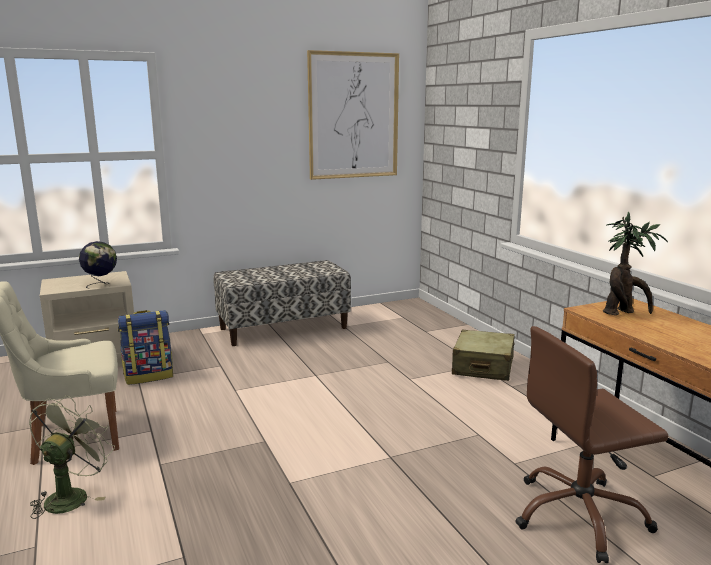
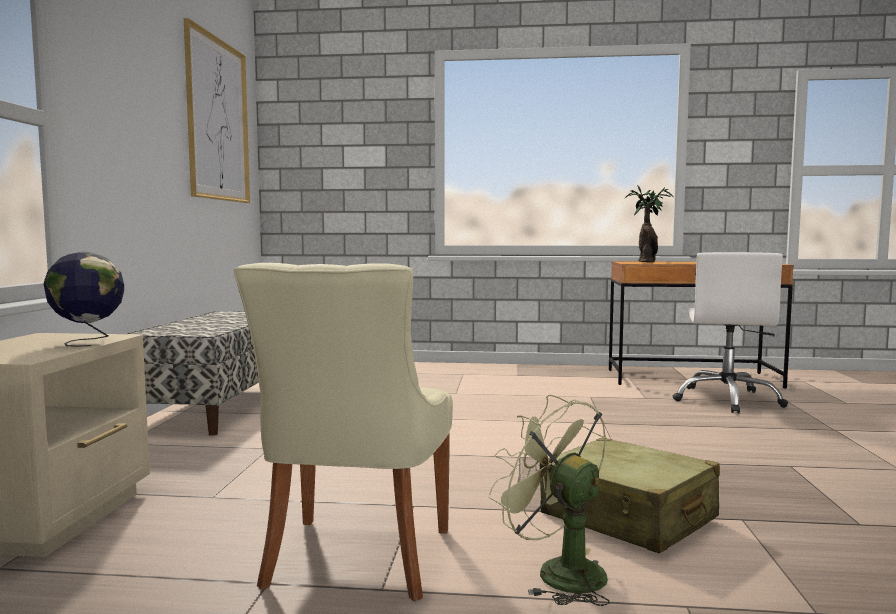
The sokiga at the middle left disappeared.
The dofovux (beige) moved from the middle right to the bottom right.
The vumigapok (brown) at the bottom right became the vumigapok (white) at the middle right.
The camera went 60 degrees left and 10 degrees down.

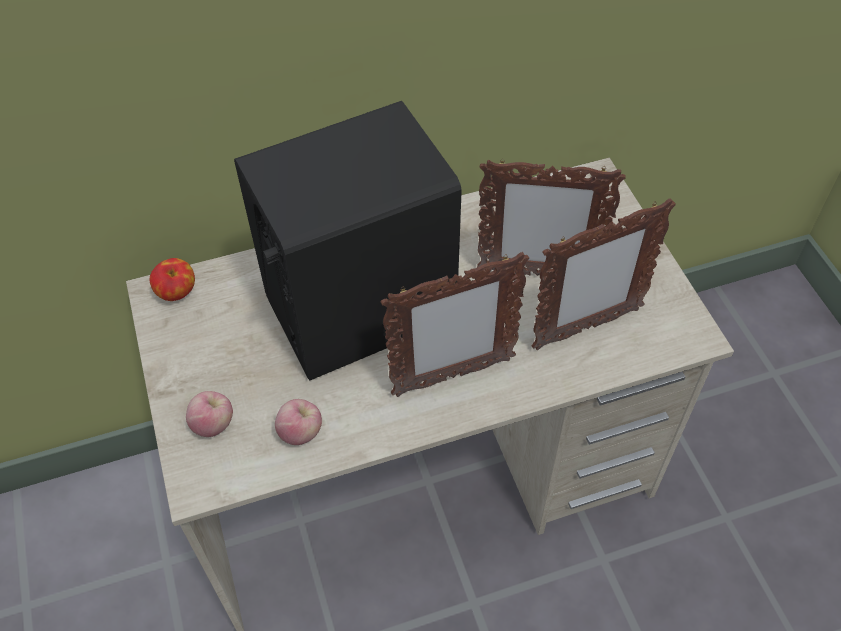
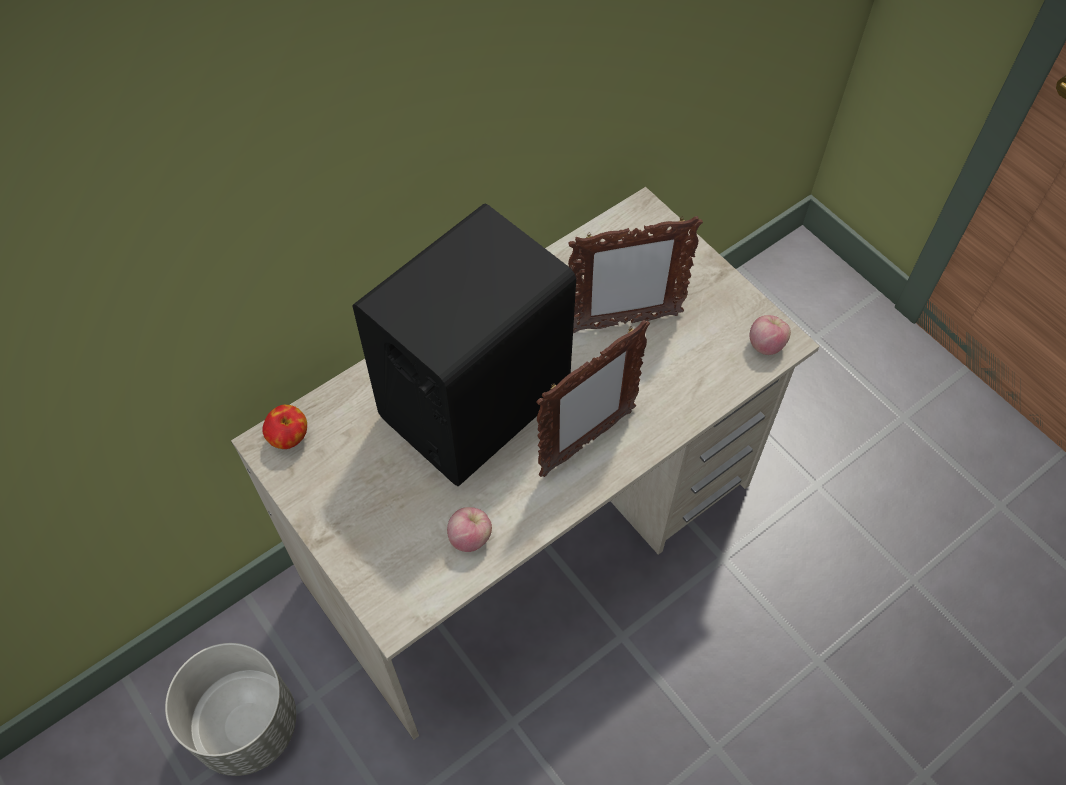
The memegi (no. 2 from left in the first image) moved from the middle left to the middle right.
The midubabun (no. 3 from left) at the middle right disappeared.
The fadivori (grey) at the bottom left appeared.
The camera went 20 degrees left and 5 degrees up.

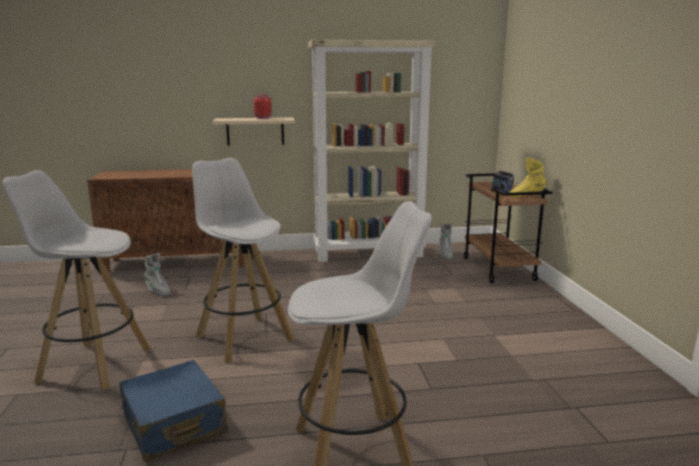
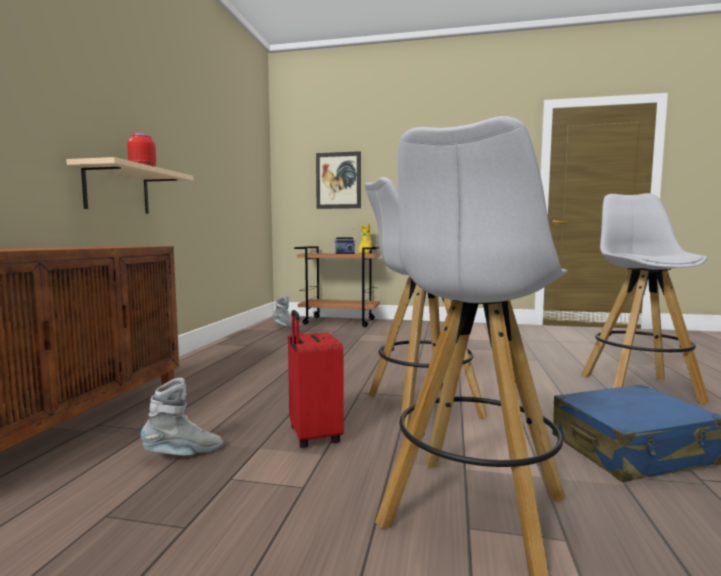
The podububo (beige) at the top centre disappeared.
The dofovux (red) at the centre appeared.
The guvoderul at the top centre appeared.
The camera went 70 degrees left and 10 degrees down.

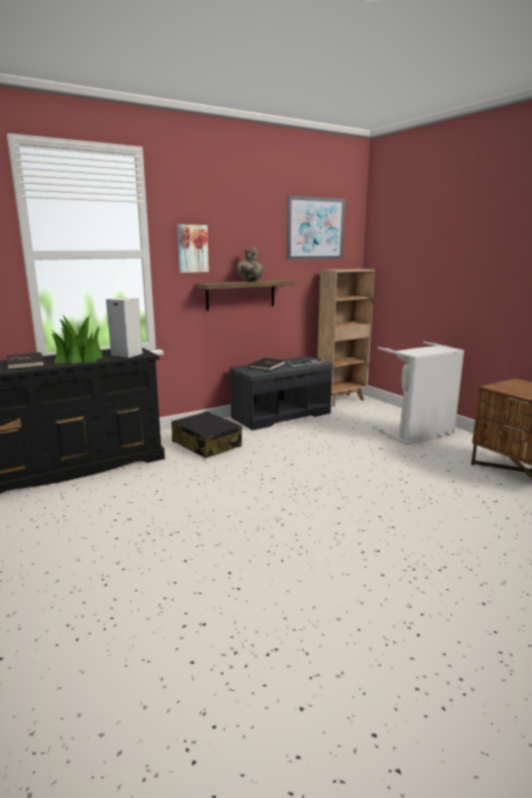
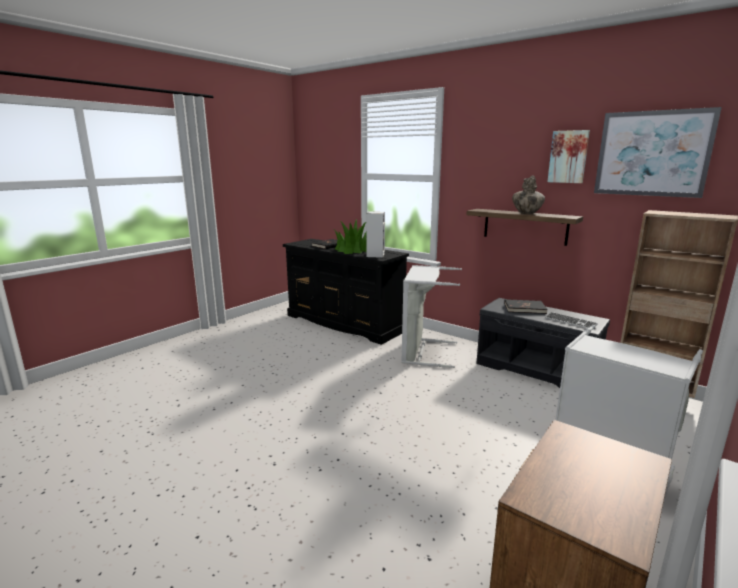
The dofovux (black) at the centre was replaced by the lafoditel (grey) (no. 1 from left) at the centre.
The guvoderul (no. 1 from left) moved from the top centre to the top right.
The camera went 70 degrees right and 0 degrees up.

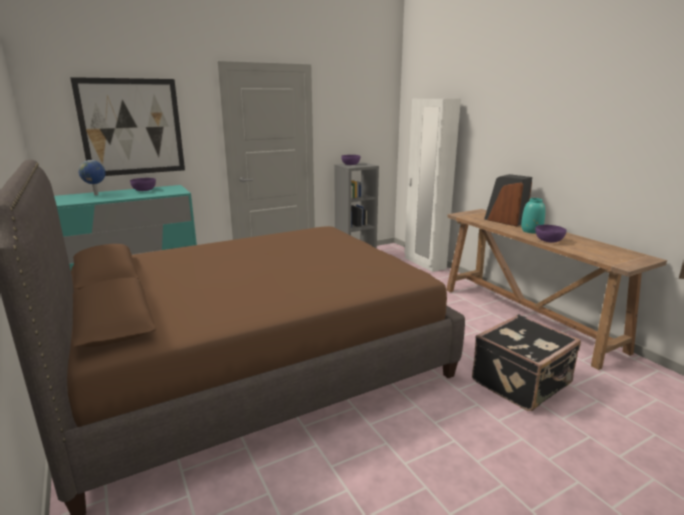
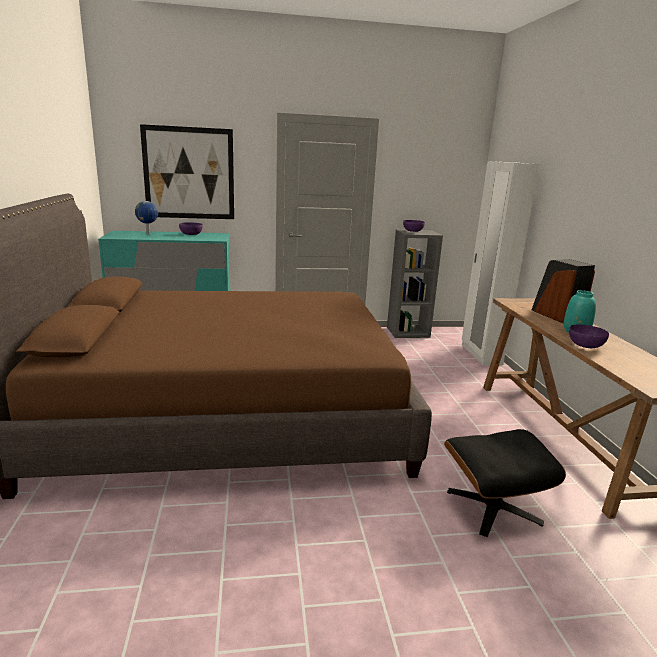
The dofovux (black) at the bottom right was replaced by the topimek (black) at the bottom right.
The camera went 20 degrees right and 0 degrees up.

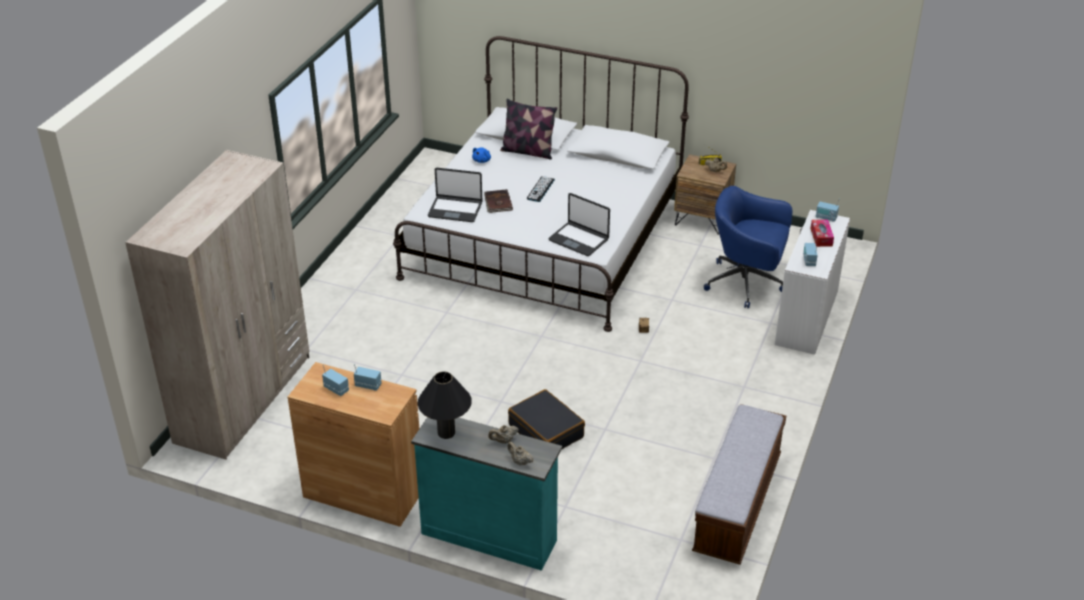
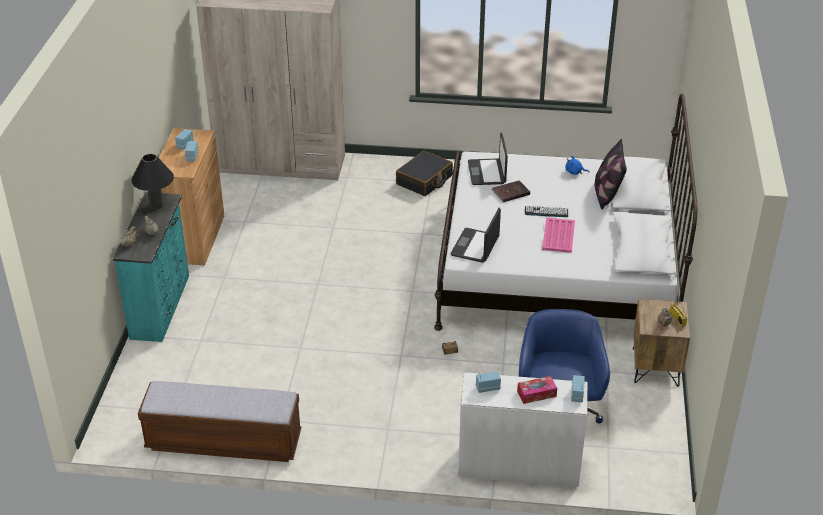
The dofovux (black) moved from the bottom centre to the centre.
The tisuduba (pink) at the middle right appeared.
The camera went 75 degrees right and 0 degrees up.

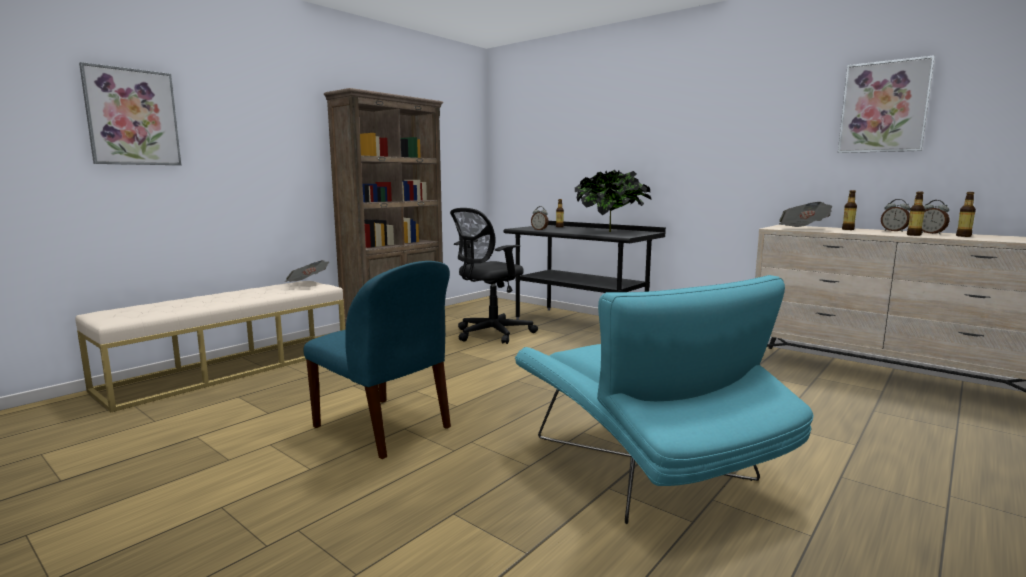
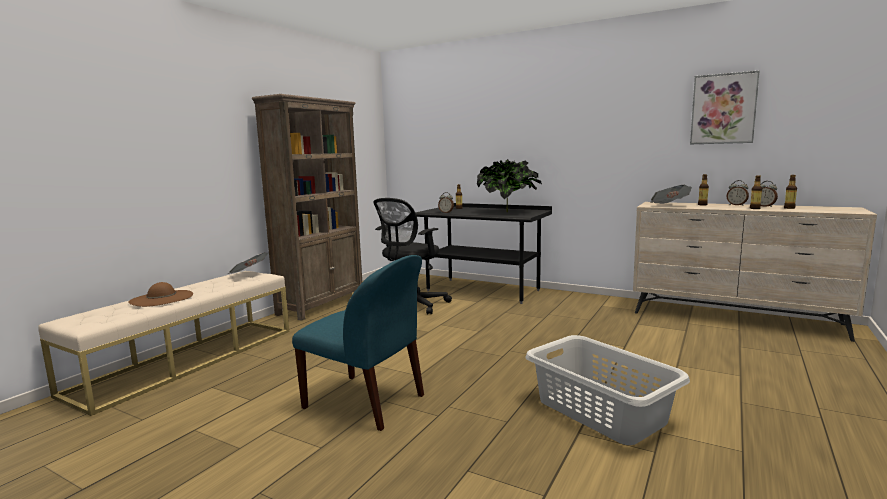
The guvoderul (no. 1 from left) at the top left disappeared.
The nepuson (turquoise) at the bottom centre was replaced by the lafoditel (grey) at the bottom right.
The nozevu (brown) at the middle left appeared.
The camera went 10 degrees left and 0 degrees up.

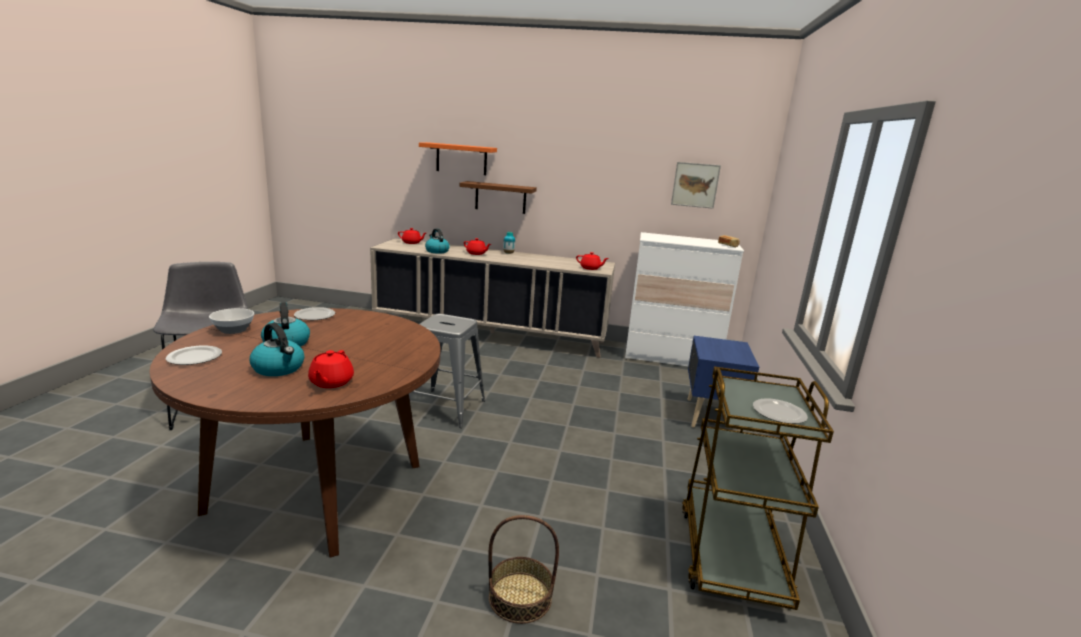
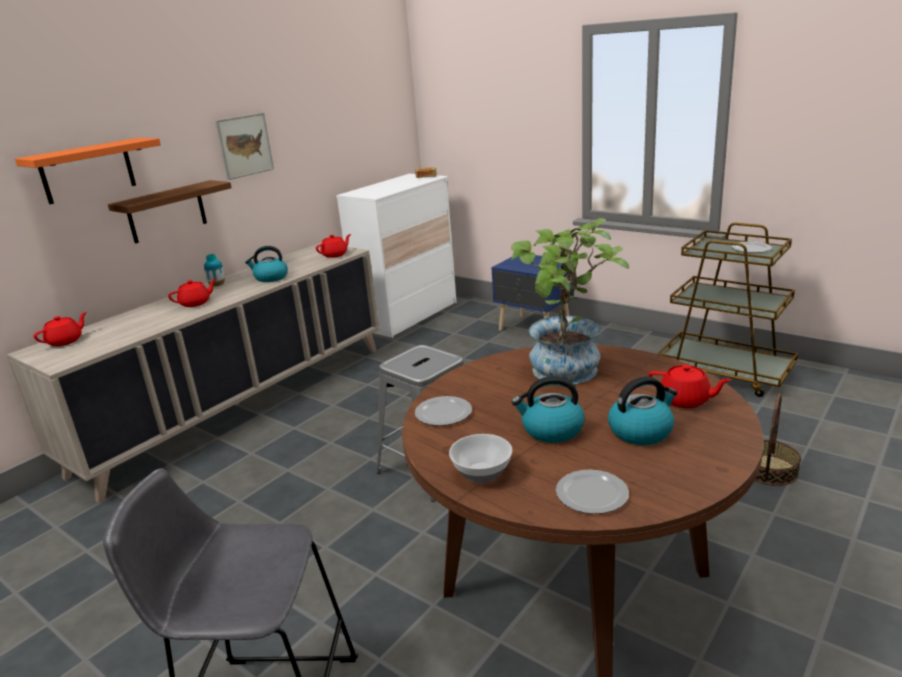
The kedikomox (no. 3 from left in the first image) moved from the centre to the middle left.
The guvoderul moved from the top centre to the top left.
The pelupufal at the centre appeared.
The camera went 60 degrees left and 5 degrees up.

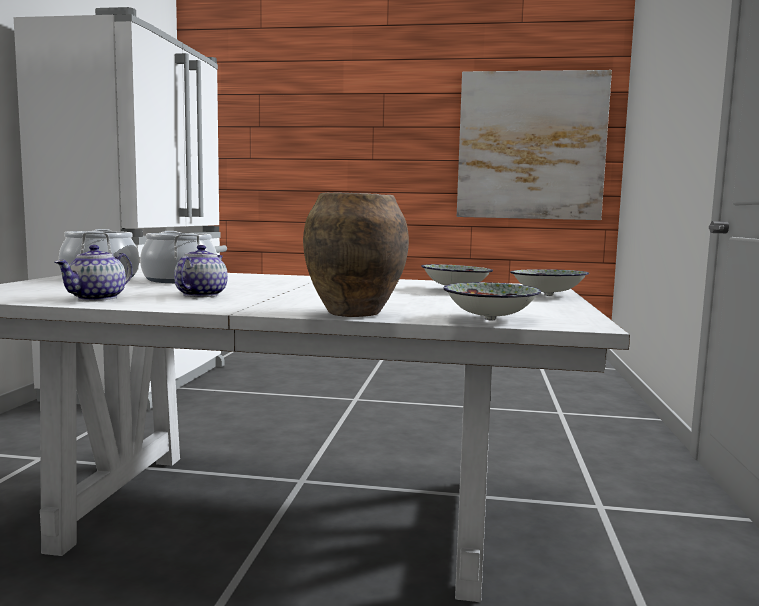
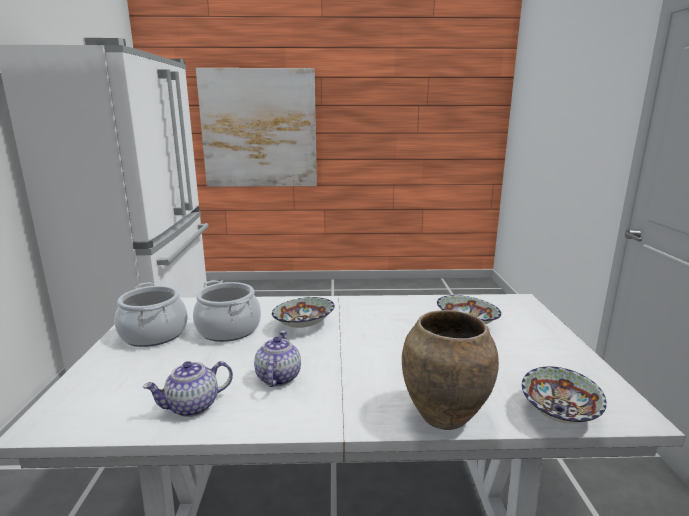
The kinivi (no. 1 from left) at the middle left turned 45 degrees clockwise.
The guvoderul moved from the top right to the top centre.
The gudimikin (no. 3 from left in the first image) moved from the middle right to the centre.
The camera went 10 degrees left and 10 degrees up.

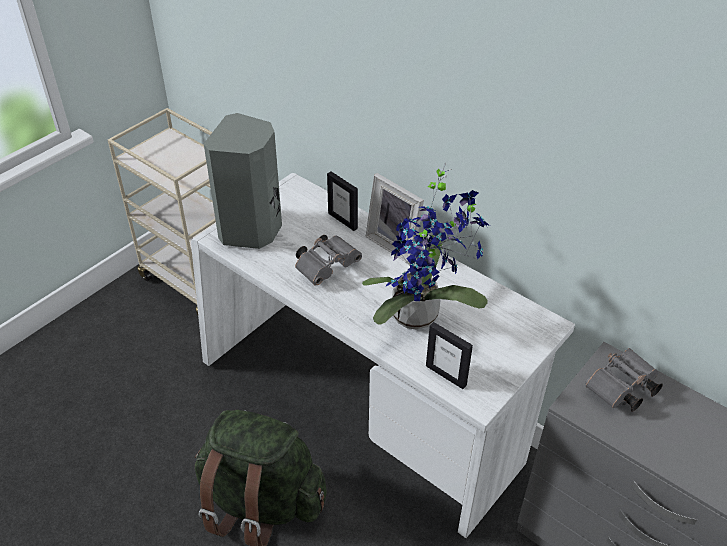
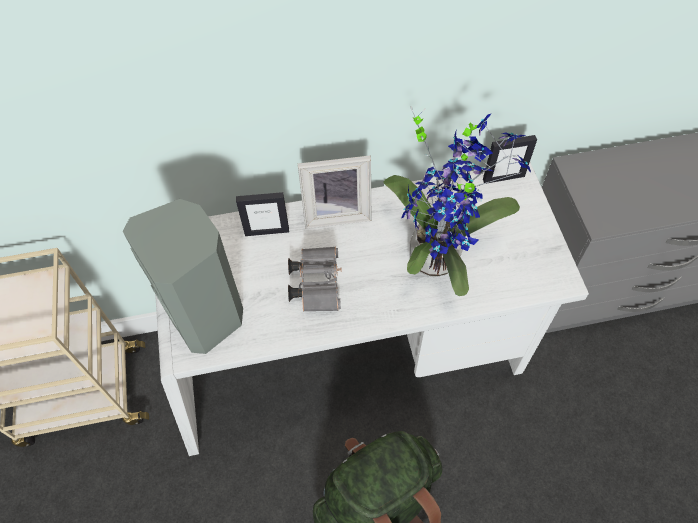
The midubabun (no. 3 from left) moved from the centre to the top right.
The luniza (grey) (no. 2 from left) at the bottom right disappeared.
The camera went 50 degrees left and 15 degrees up.

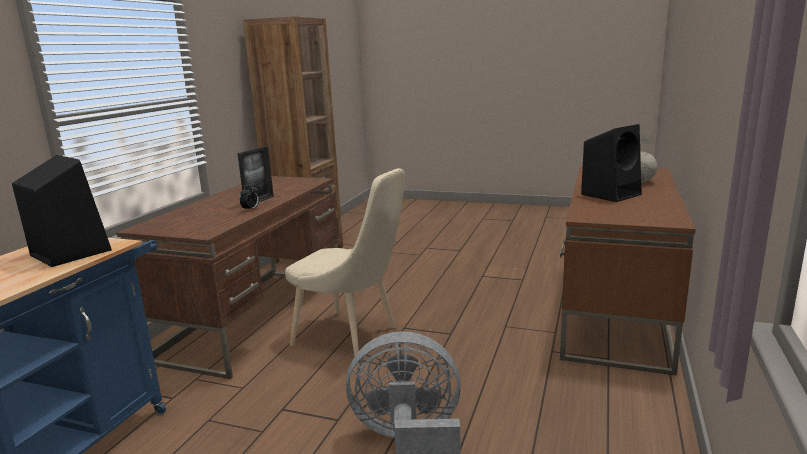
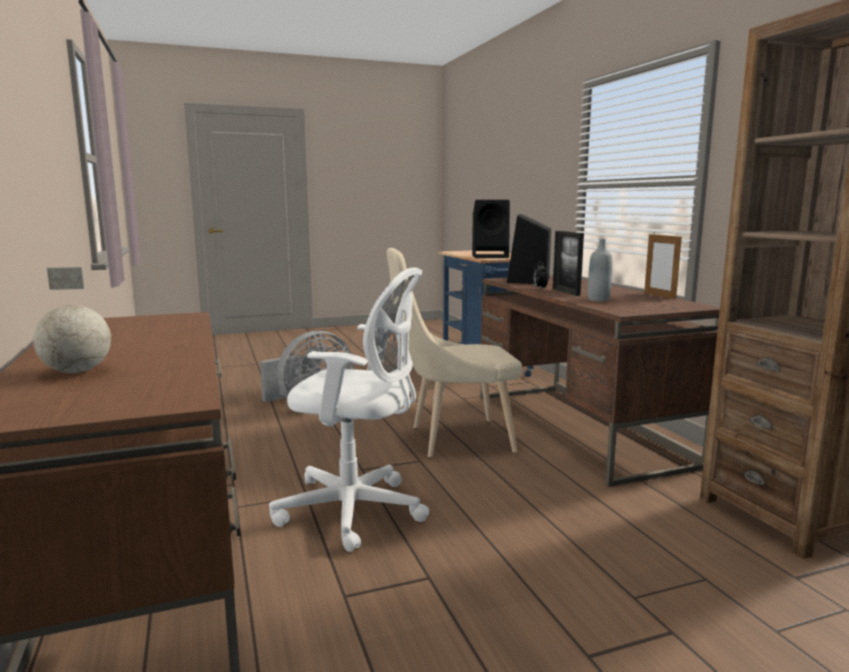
The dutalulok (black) (no. 2 from left) moved from the middle right to the centre.
The vumigapok (white) at the centre appeared.
The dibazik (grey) at the middle right appeared.
The midubabun (no. 2 from left) at the middle right appeared.
The camera went 140 degrees right and 5 degrees down.

